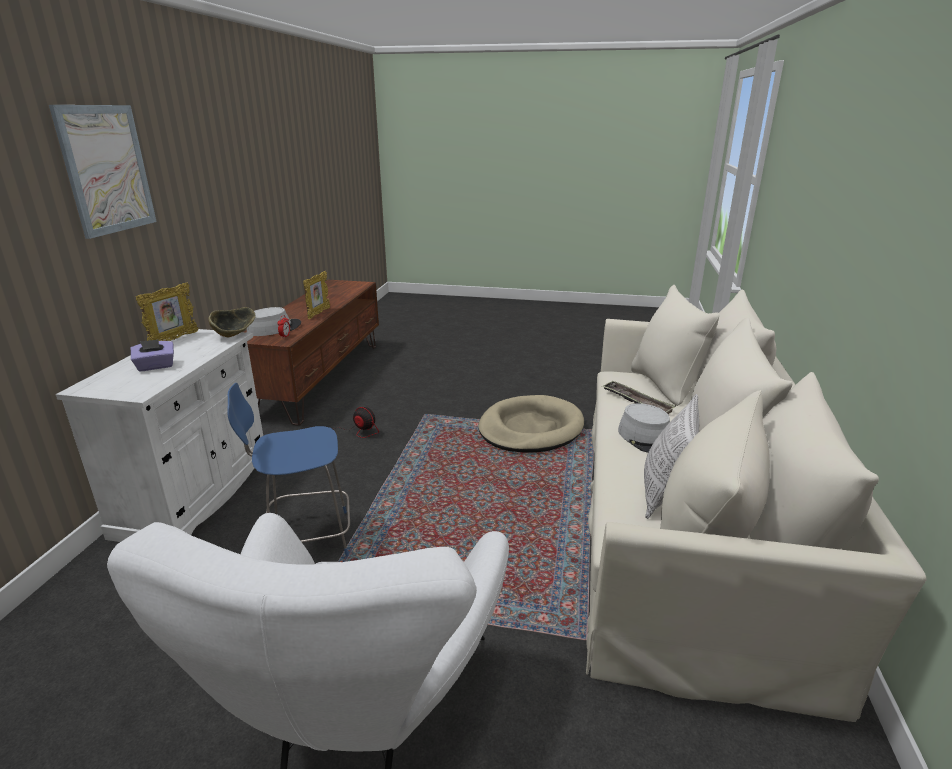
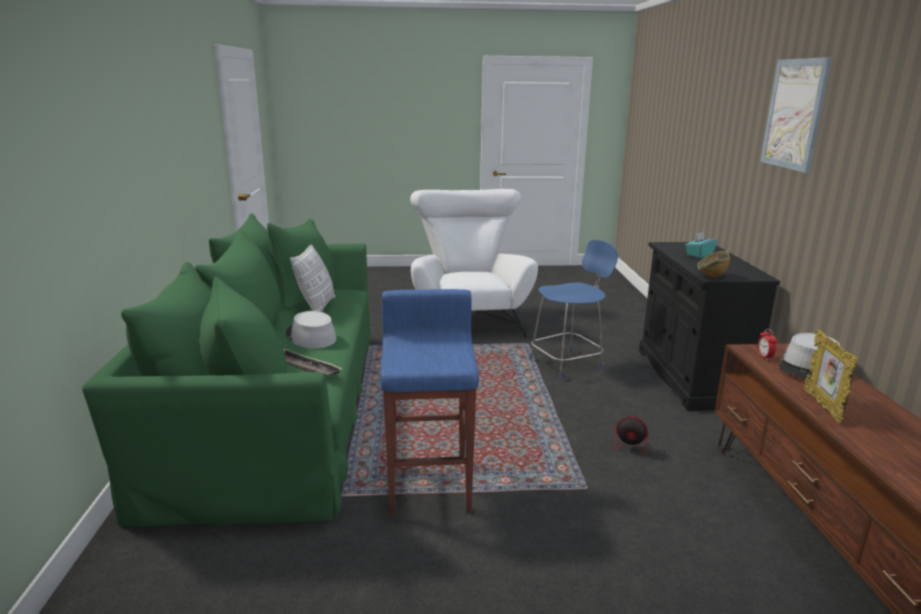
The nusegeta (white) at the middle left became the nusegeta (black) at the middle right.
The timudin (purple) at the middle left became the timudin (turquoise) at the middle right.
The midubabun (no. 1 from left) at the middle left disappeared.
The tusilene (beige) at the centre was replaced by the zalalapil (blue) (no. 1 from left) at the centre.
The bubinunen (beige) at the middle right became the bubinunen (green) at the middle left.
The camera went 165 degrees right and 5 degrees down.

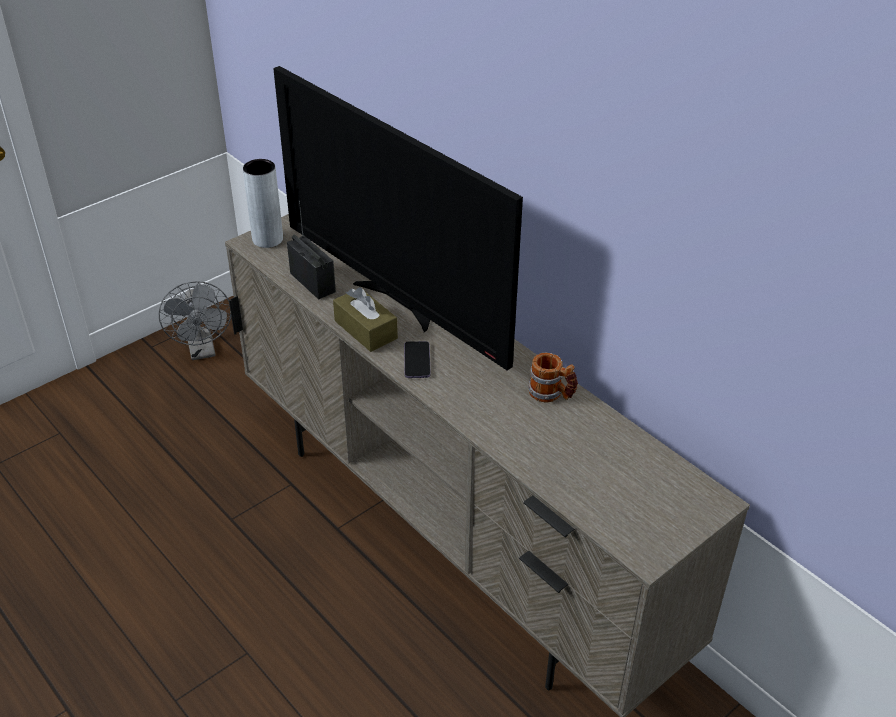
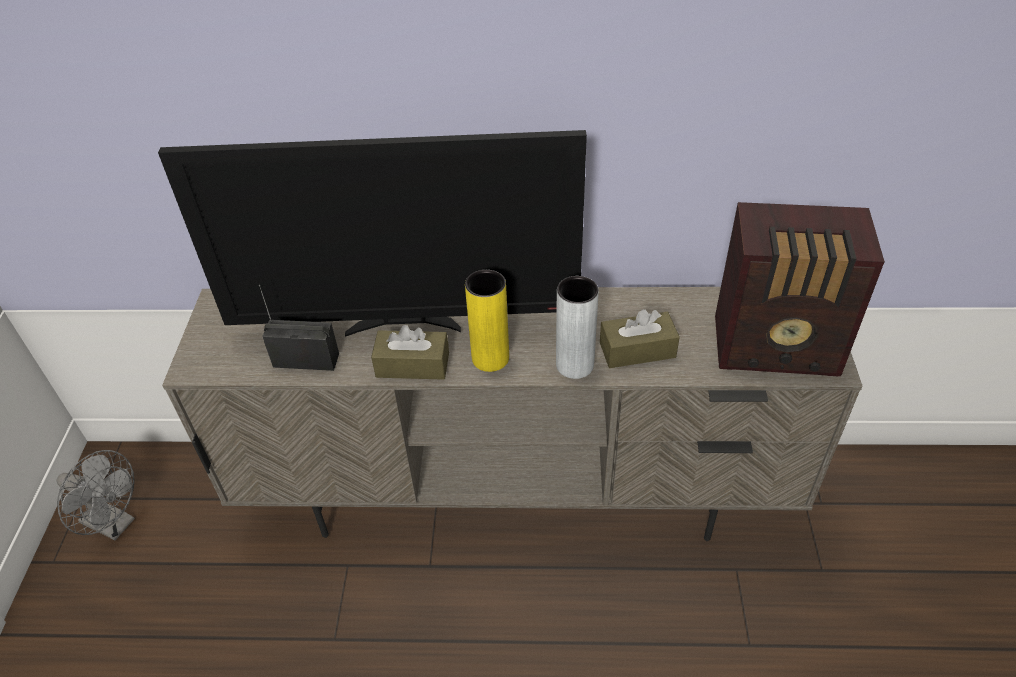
The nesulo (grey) moved from the top left to the centre.
The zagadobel at the centre was replaced by the nesulo (yellow) at the centre.
The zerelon at the centre disappeared.
The timudin (brown) (no. 2 from left) at the centre appeared.
The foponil (no. 2 from left) at the middle right appeared.
The camera went 45 degrees left and 5 degrees up.

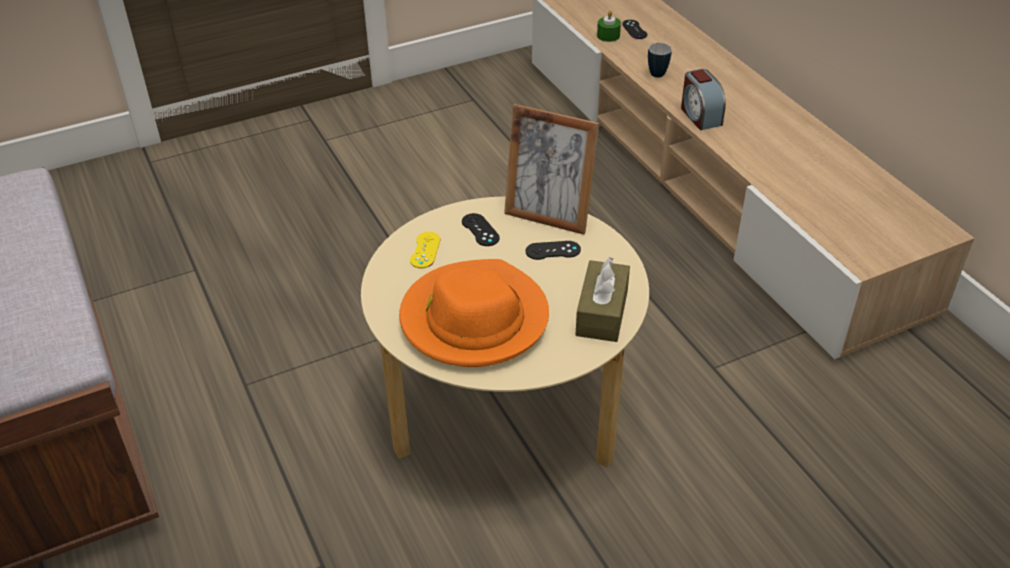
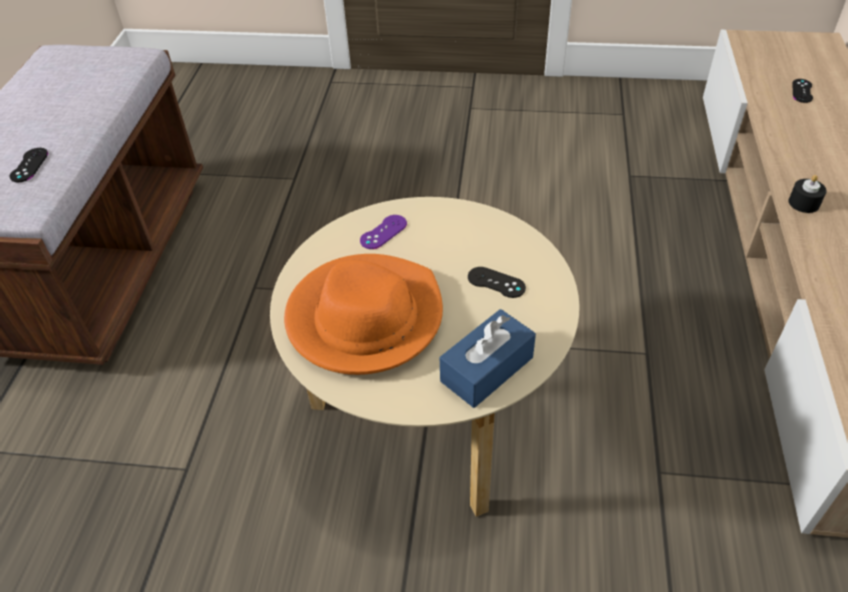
The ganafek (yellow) at the centre became the ganafek (purple) at the centre.
The ganafek (black) (no. 1 from left) moved from the centre to the top left.
The midubabun at the top centre disappeared.
The timudin (brown) at the centre became the timudin (blue) at the centre.
The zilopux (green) at the top centre disappeared.
The zerelon at the top centre disappeared.
The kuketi at the top right was replaced by the zilopux (black) at the top right.
The camera went 35 degrees right and 5 degrees up.

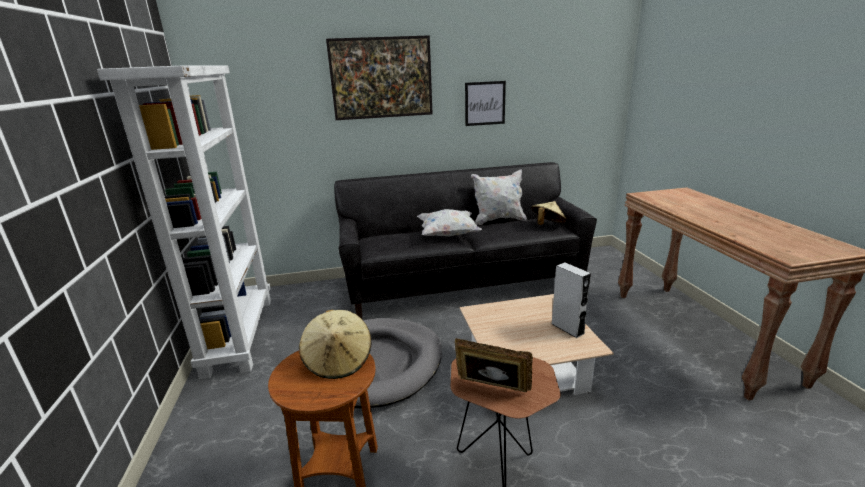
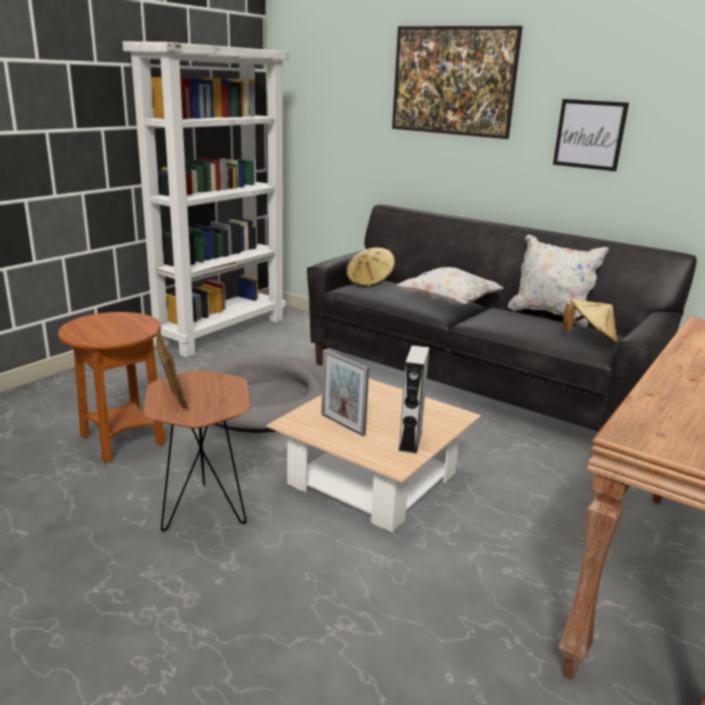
The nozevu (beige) (no. 1 from left) moved from the bottom centre to the centre.
The midubabun (no. 2 from left) at the centre appeared.
The camera went 45 degrees right and 0 degrees up.

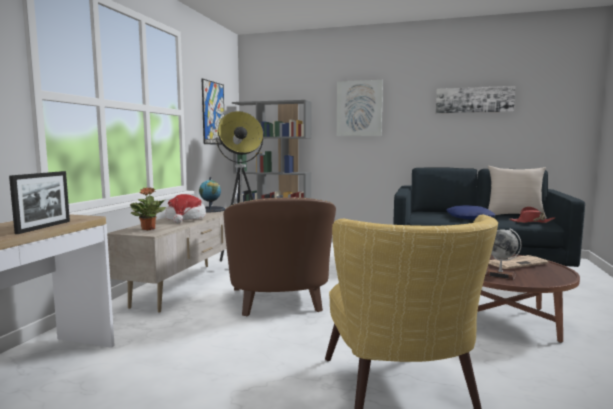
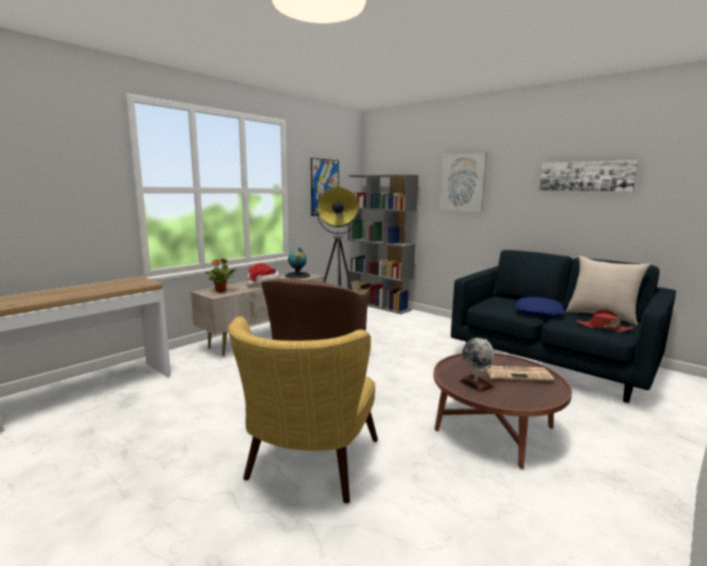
The midubabun at the middle left disappeared.
The camera went 25 degrees right and 5 degrees up.

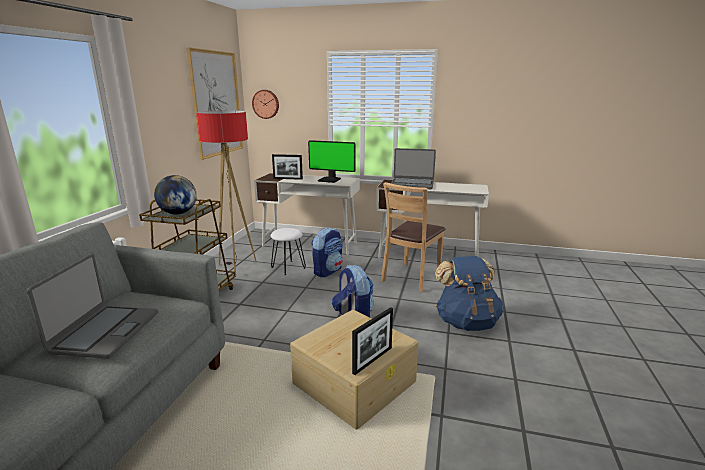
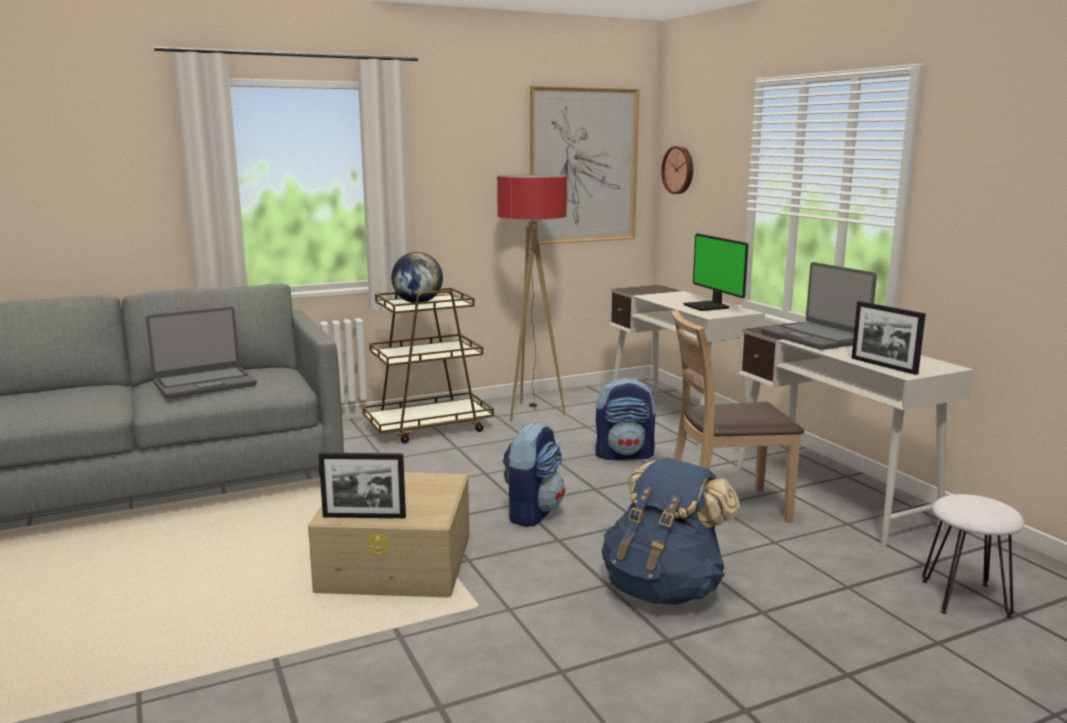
The zalalapil (white) moved from the centre to the bottom right.
The midubabun (no. 1 from left in the first image) moved from the centre to the middle right.
The camera went 50 degrees right and 5 degrees down.

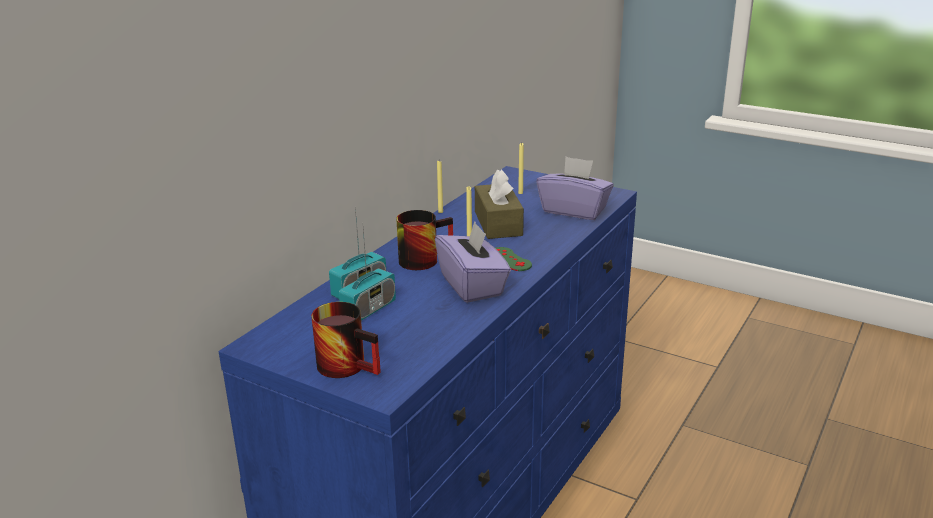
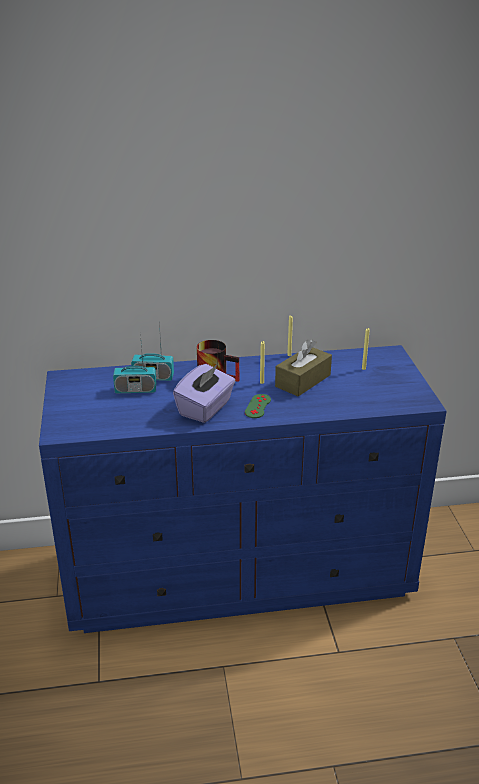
The zerelon (no. 1 from left) at the centre disappeared.
The timudin (purple) (no. 2 from left) at the centre disappeared.
The camera went 50 degrees right and 5 degrees up.

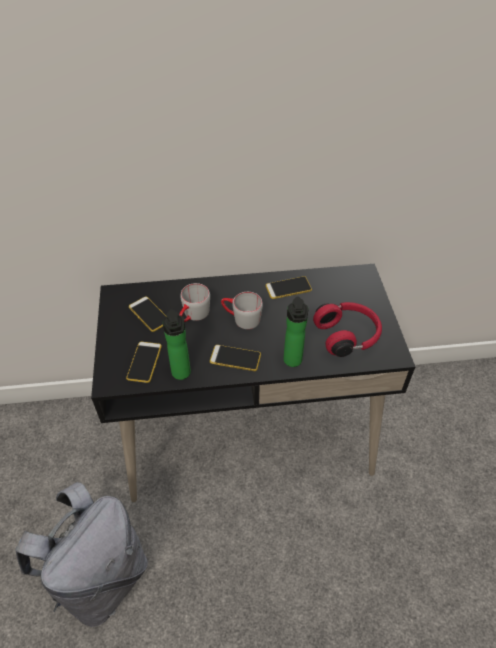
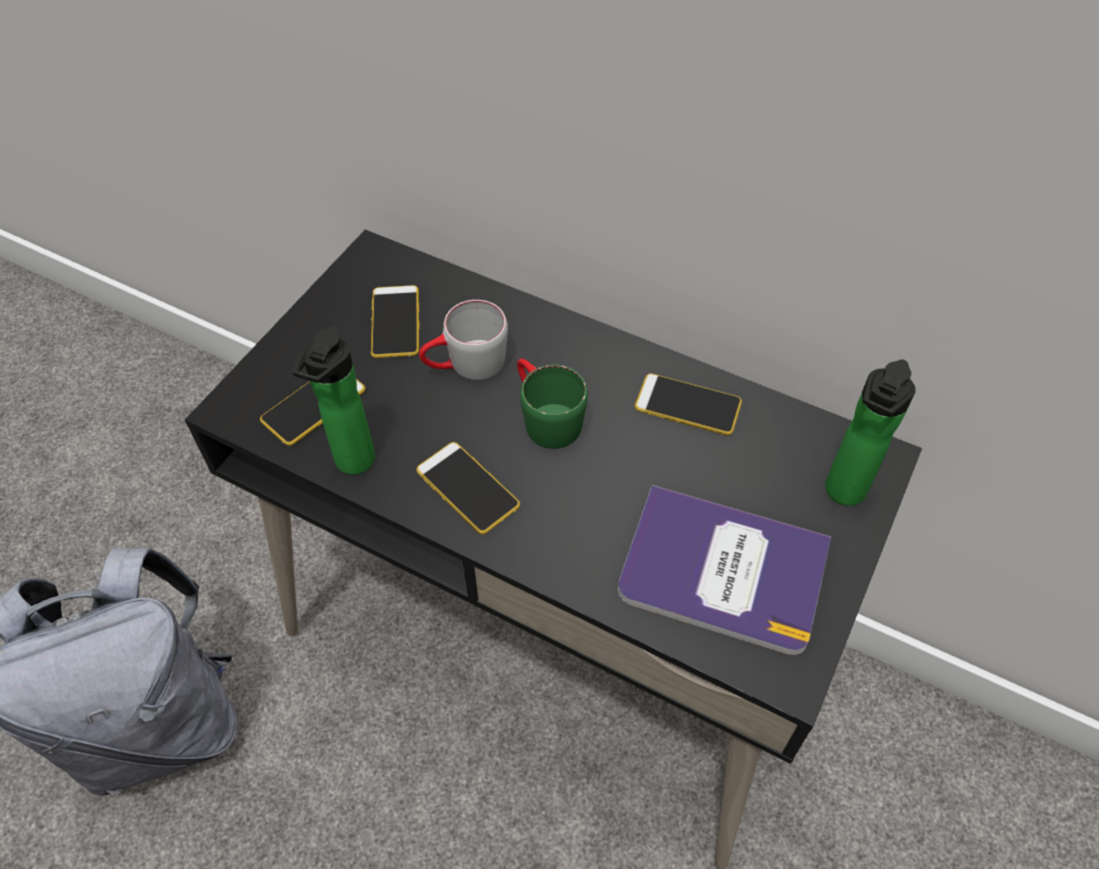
The zerelon (grey) (no. 2 from left) at the centre became the zerelon (green) at the centre.
The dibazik (no. 2 from left) moved from the centre to the middle right.
The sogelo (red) at the middle right was replaced by the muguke at the centre.
The camera went 35 degrees right and 5 degrees up.

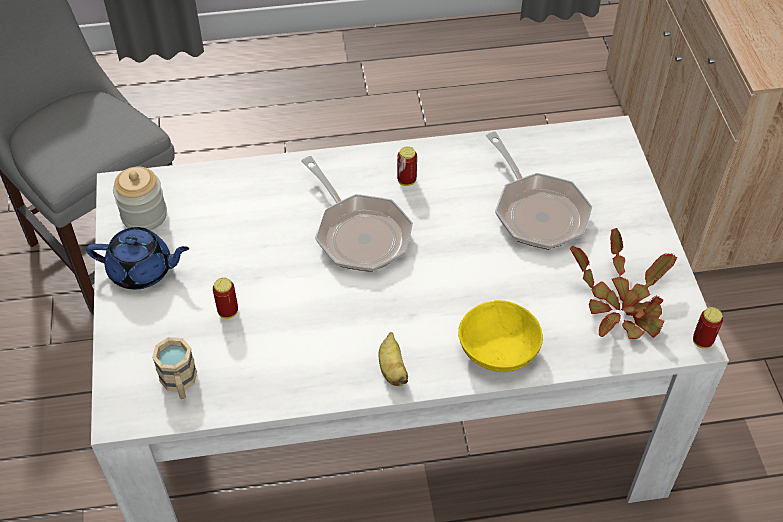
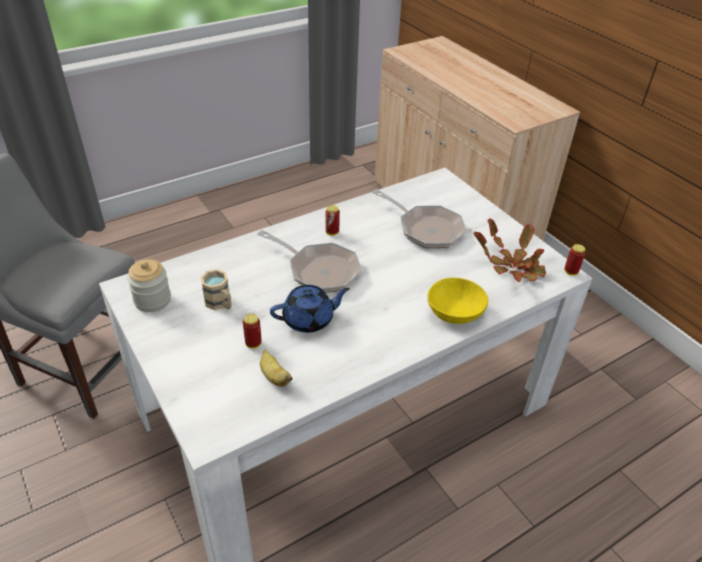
The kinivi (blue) moved from the middle left to the centre.
The zerelon (beige) moved from the bottom left to the middle left.
The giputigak moved from the bottom centre to the centre.
The camera went 25 degrees left and 10 degrees down.

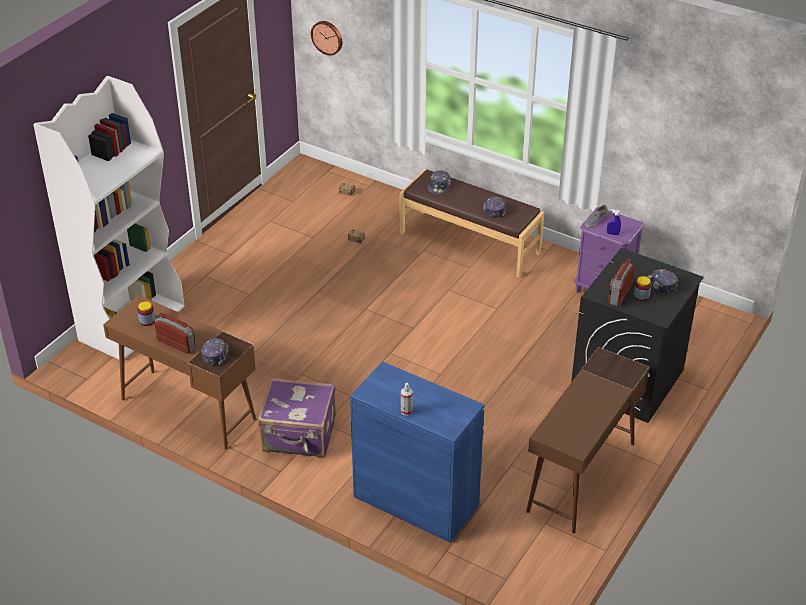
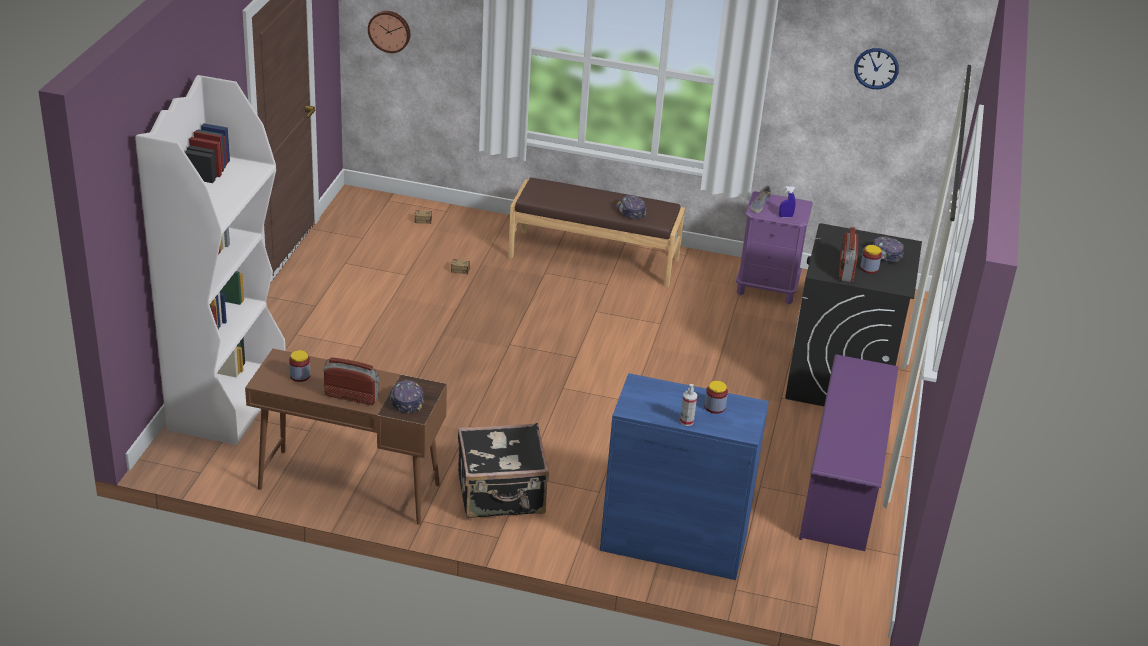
The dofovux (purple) at the bottom centre became the dofovux (black) at the bottom centre.
The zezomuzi (no. 2 from left) at the top centre disappeared.
The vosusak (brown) (no. 2 from left) at the bottom right was replaced by the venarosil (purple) at the bottom right.
The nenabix (no. 2 from left) at the centre appeared.
The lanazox (no. 2 from left) at the top right appeared.
The camera went 20 degrees left and 5 degrees down.

